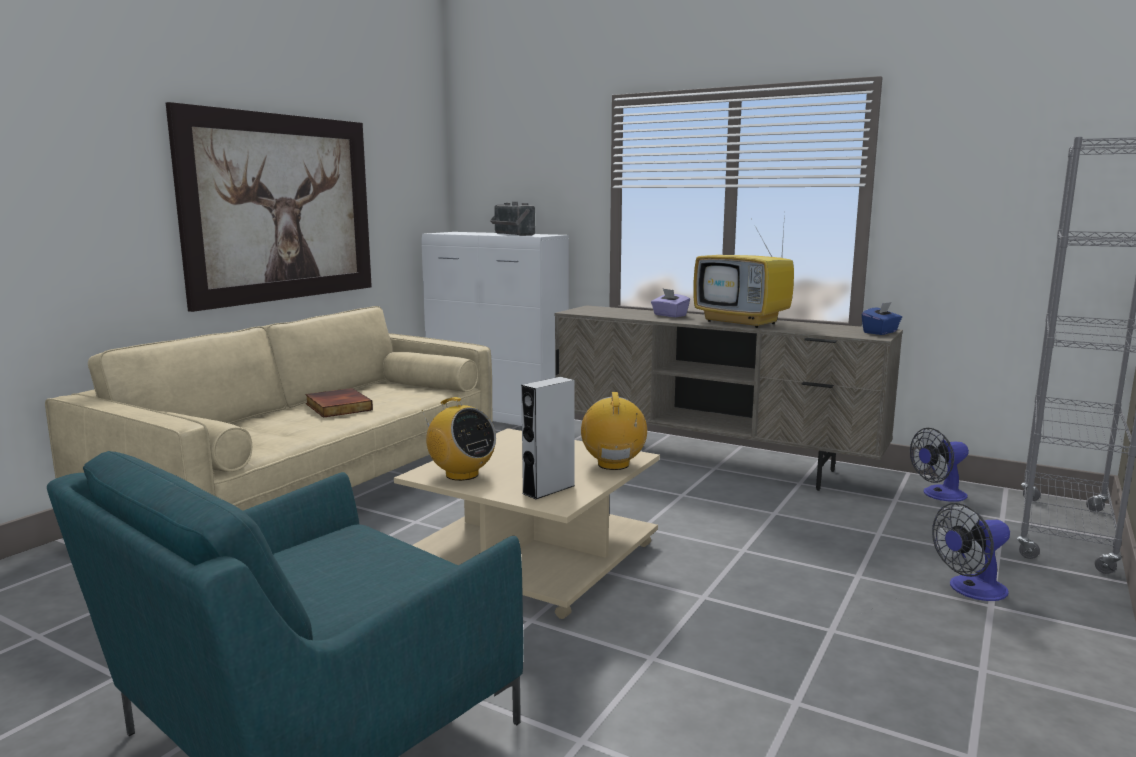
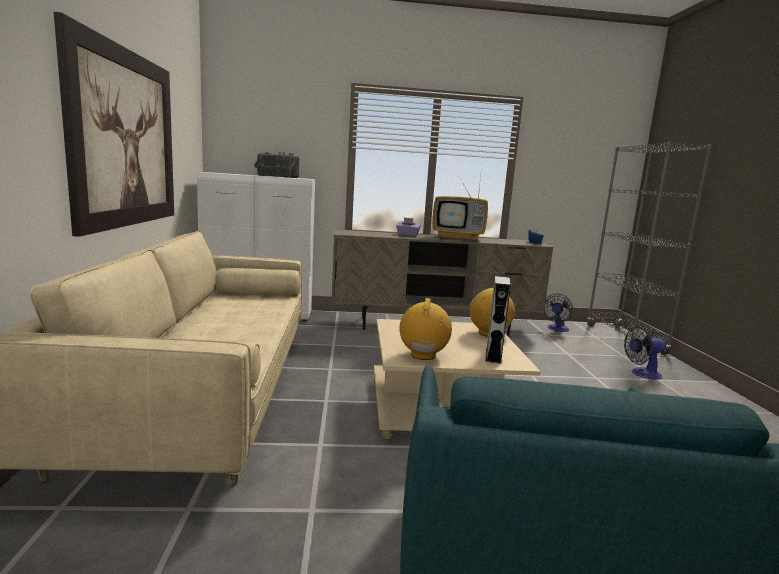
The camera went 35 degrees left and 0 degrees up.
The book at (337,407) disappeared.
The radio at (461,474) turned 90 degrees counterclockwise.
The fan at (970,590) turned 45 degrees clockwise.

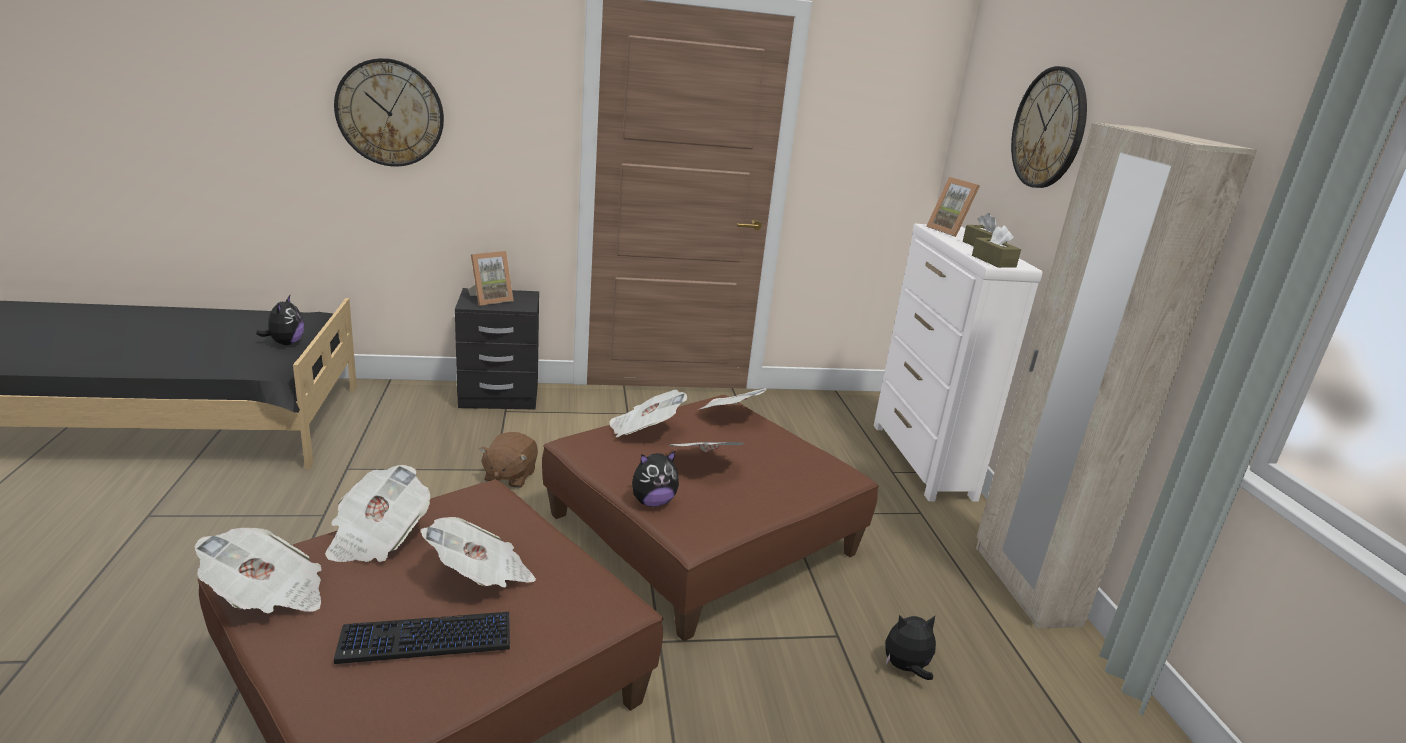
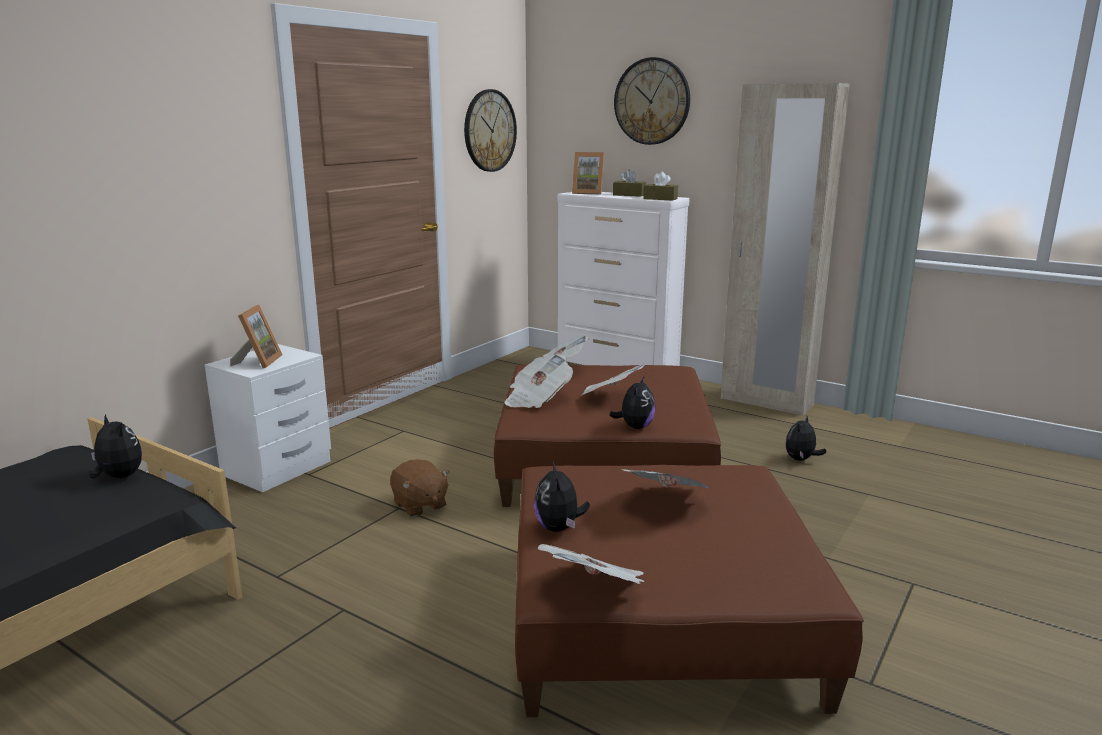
The camera went 45 degrees left and 5 degrees down.
The keyboard at (426,639) disappeared.
The wall clock moved from (390,113) to (489,131).
The newspaper at (377,537) was replaced by the plush toy at (559,528).
The nightstand/black at (499,396) became the nightstand/white at (277,468).

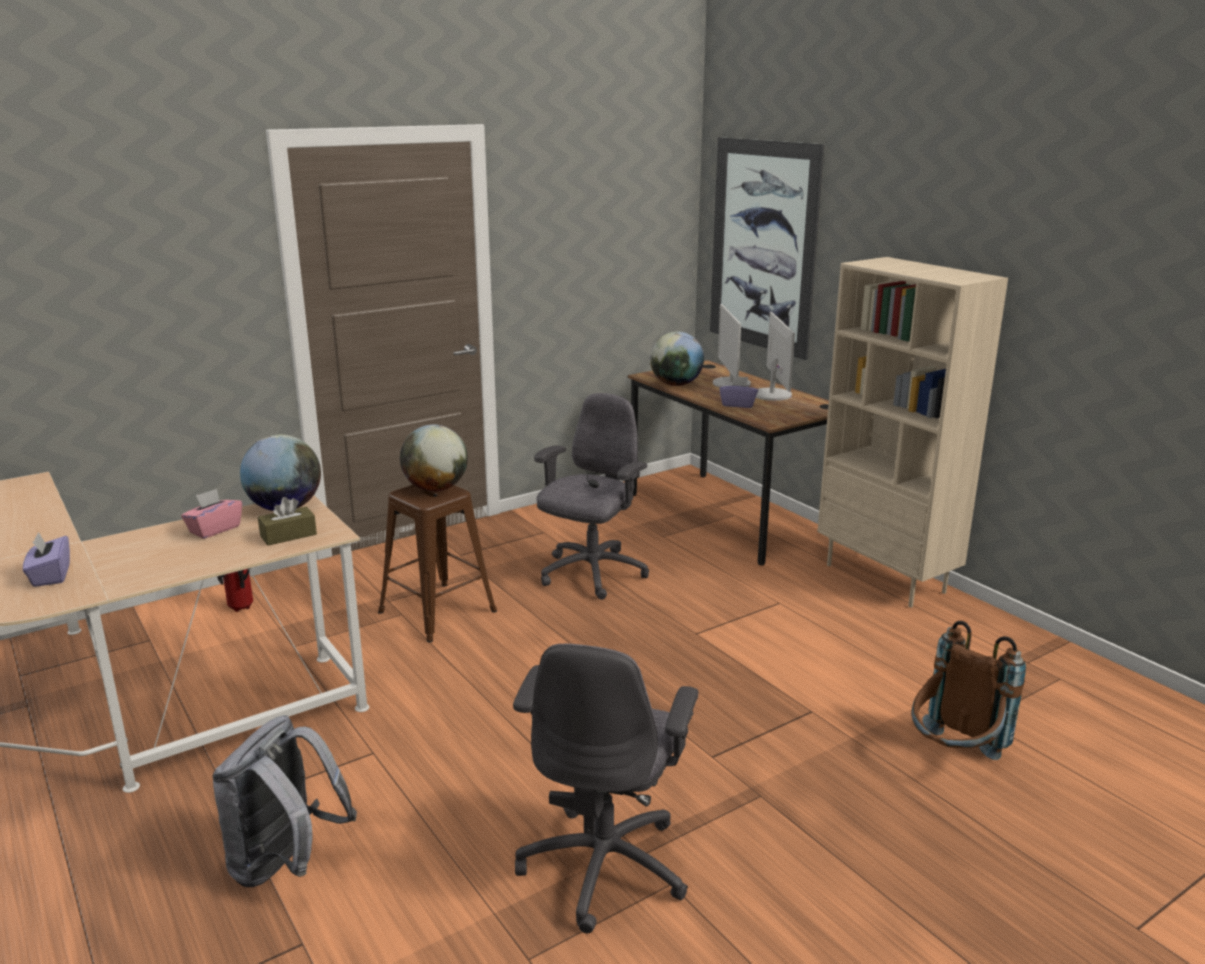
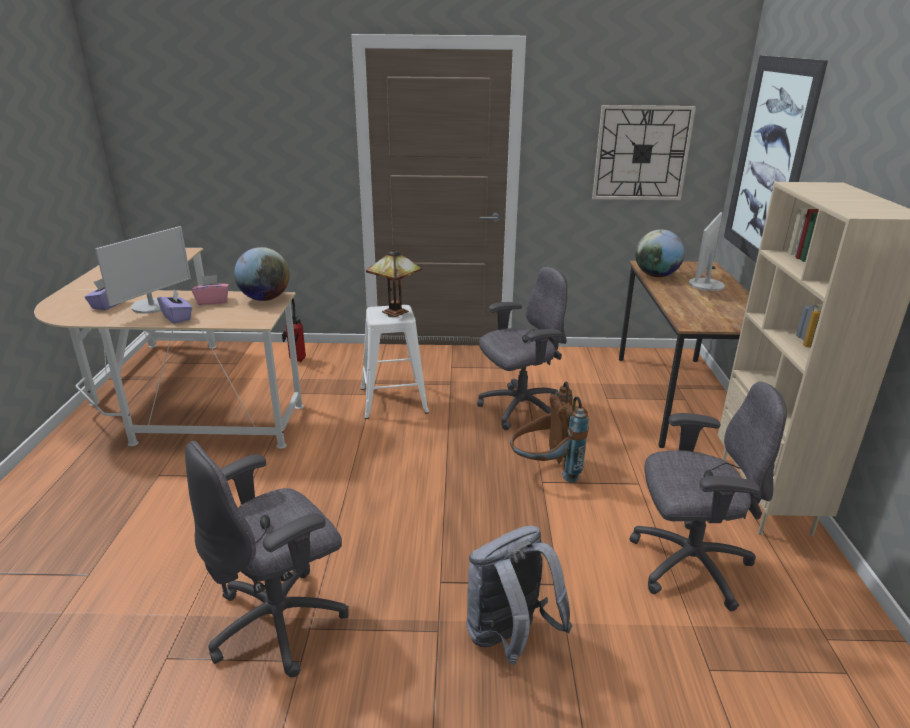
The camera went 35 degrees right and 5 degrees up.
The tissue box/brown at (288,535) disappeared.
The wall clock at (641,153) appeared.
The office chair/grey at (688,564) appeared.
The backpack/grey moved from (286,865) to (509,638).
The tissue box/purple moved from (738,404) to (177,317).
The monitor moved from (772,395) to (152,306).
The backpack/brown moved from (953,758) to (544,471).
The globe at (436,488) was replaced by the table lamp at (397,312).
The stool/brown at (439,611) became the stool/white at (394,400).

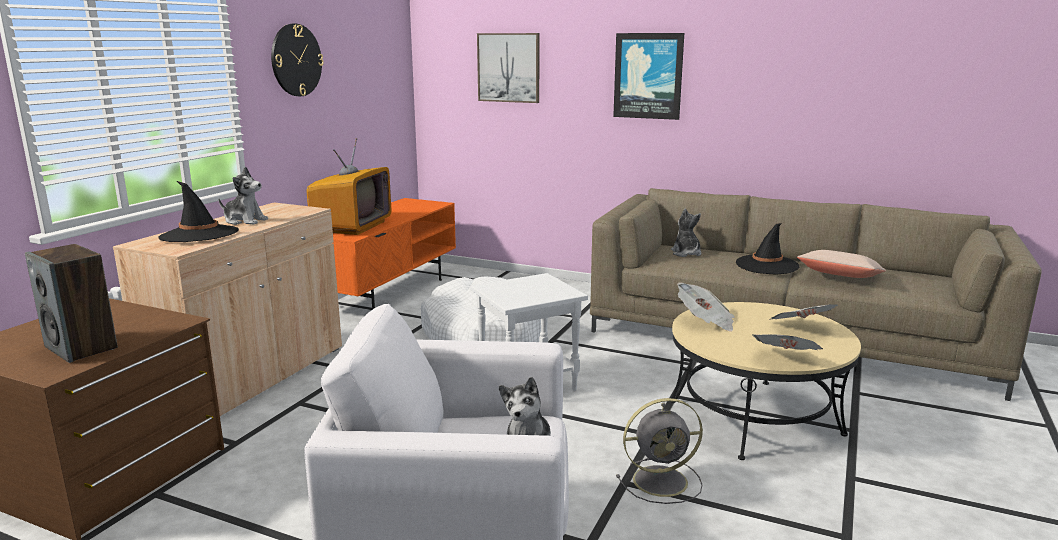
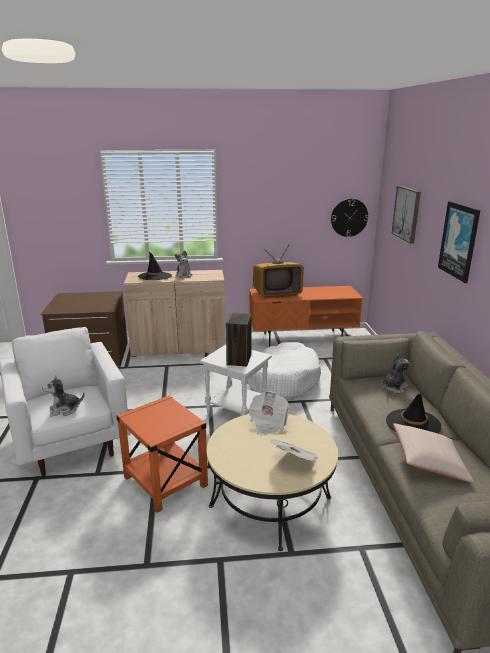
The camera went 60 degrees right and 5 degrees up.
The newspaper at (785,360) disappeared.
The speaker moved from (82,348) to (239,360).
The wall clock moved from (296,60) to (349,217).
The fan/grey at (662,481) was replaced by the side table/orange at (165,482).

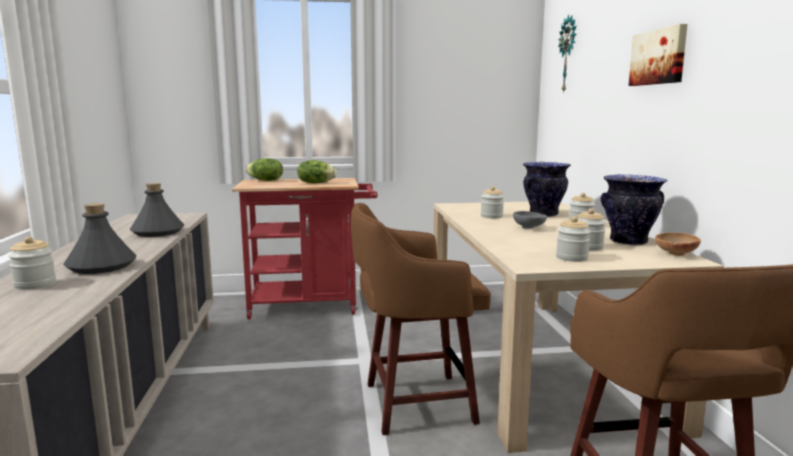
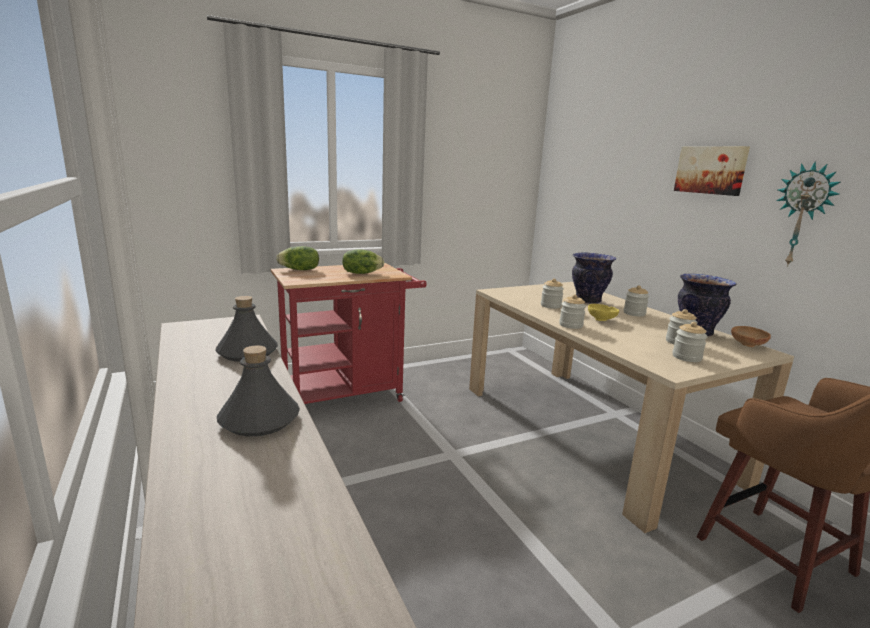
The camera went 20 degrees left and 5 degrees up.
The stool/brown at (414,403) disappeared.
The jar moved from (35,284) to (571,325).
The wall clock moved from (569,54) to (803,215).
The bowl/grey at (529,228) became the bowl/yellow at (602,320).

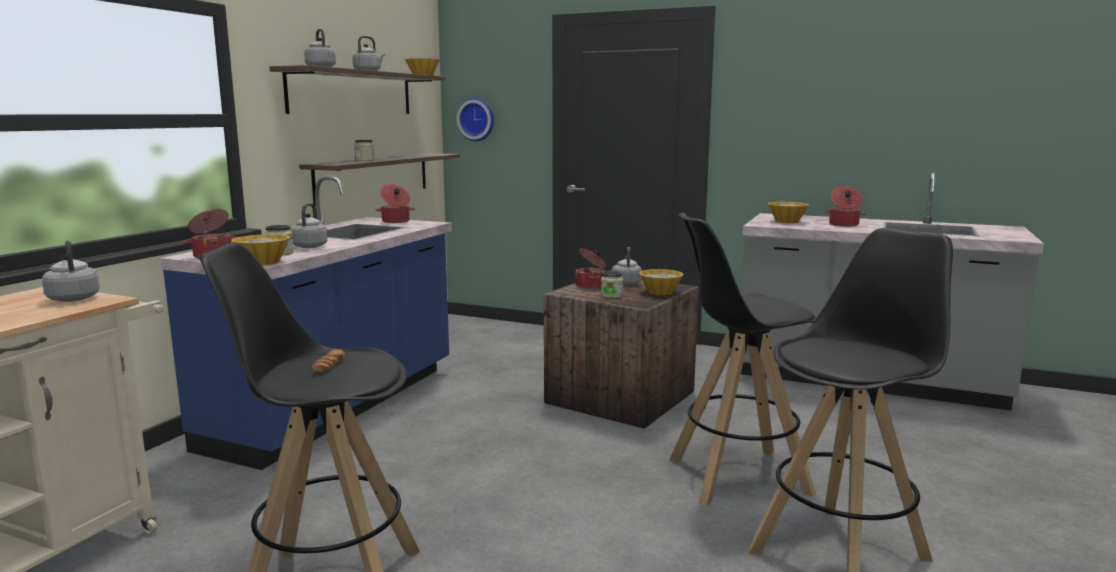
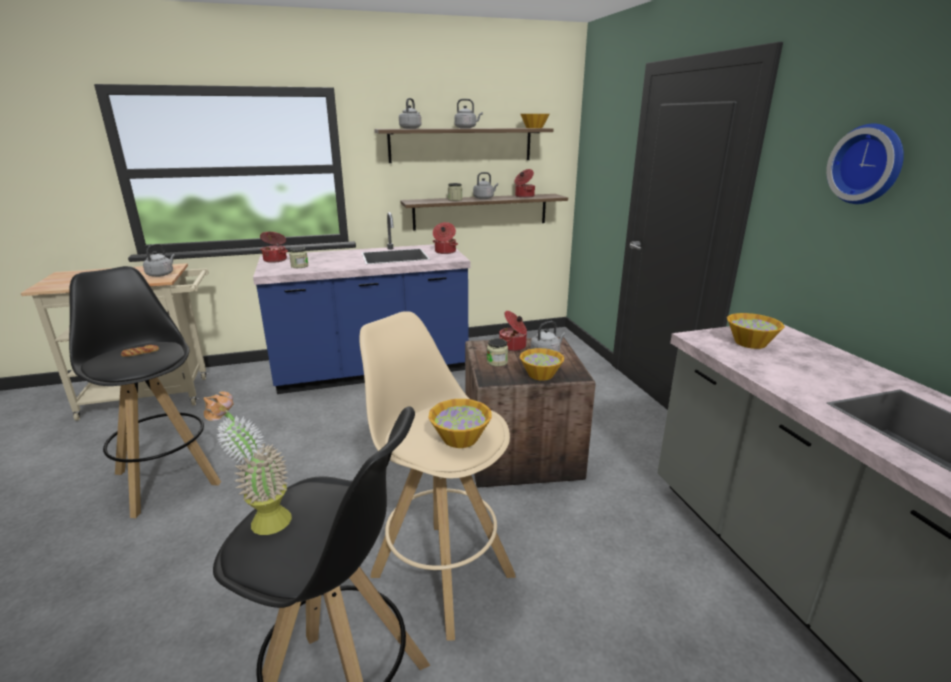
The camera went 50 degrees right and 10 degrees up.
The potted plant at (261,520) appeared.
The bowl moved from (263,262) to (460,438).
The kettle/grey moved from (311,246) to (484,198).
The wall clock moved from (477,119) to (868,164).
The cooking pot moved from (843,225) to (524,196).
The stool/black at (736,476) became the stool/beige at (441,573).

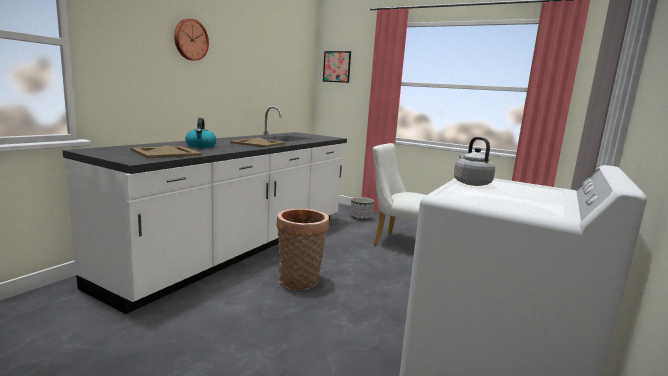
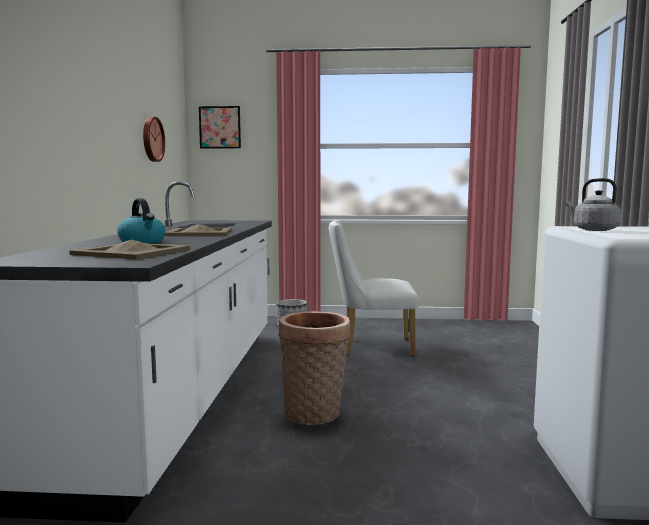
The camera went 25 degrees left and 5 degrees down.
The wall clock moved from (190,40) to (151,139).

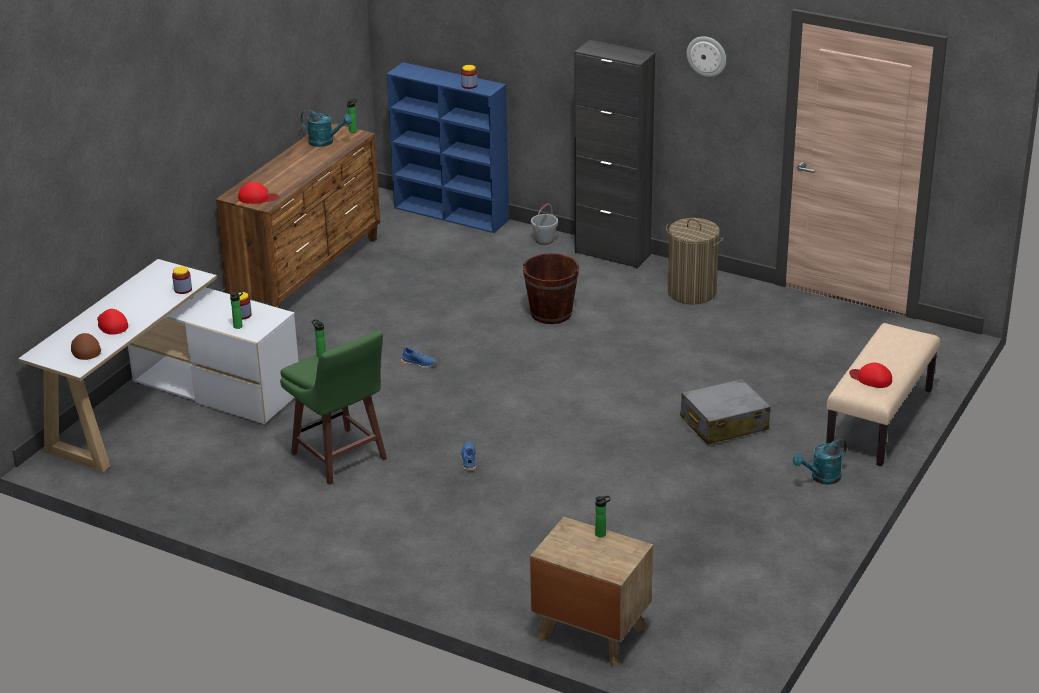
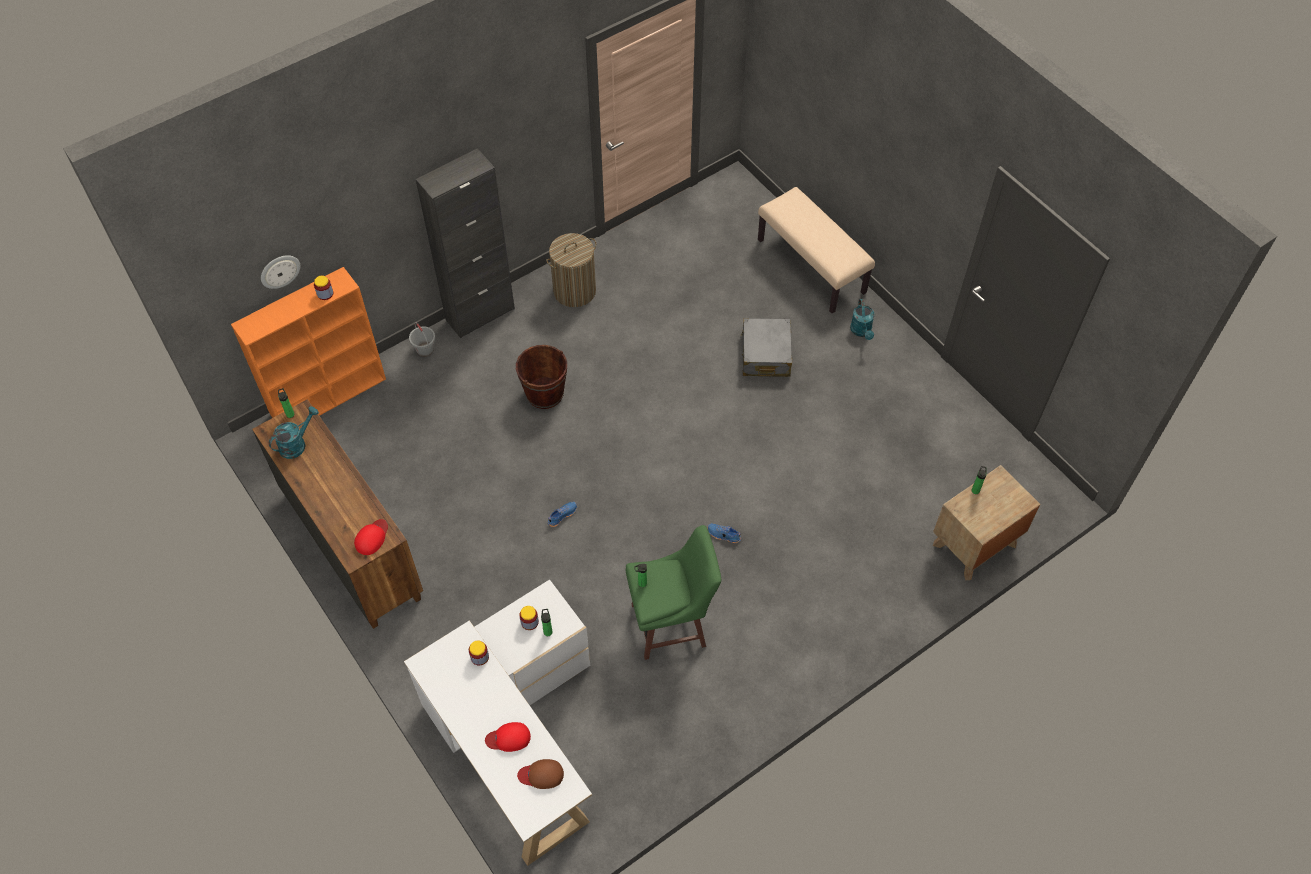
The camera went 65 degrees left and 25 degrees up.
The cap/red at (871,378) disappeared.
The wall clock moved from (707,56) to (279,271).
The bookcase/blue at (452,214) became the bookcase/orange at (329,395).

